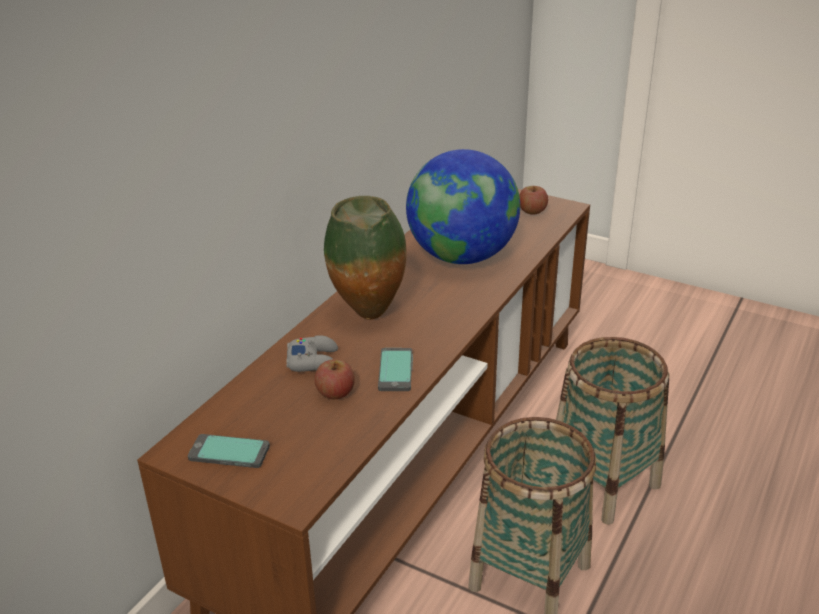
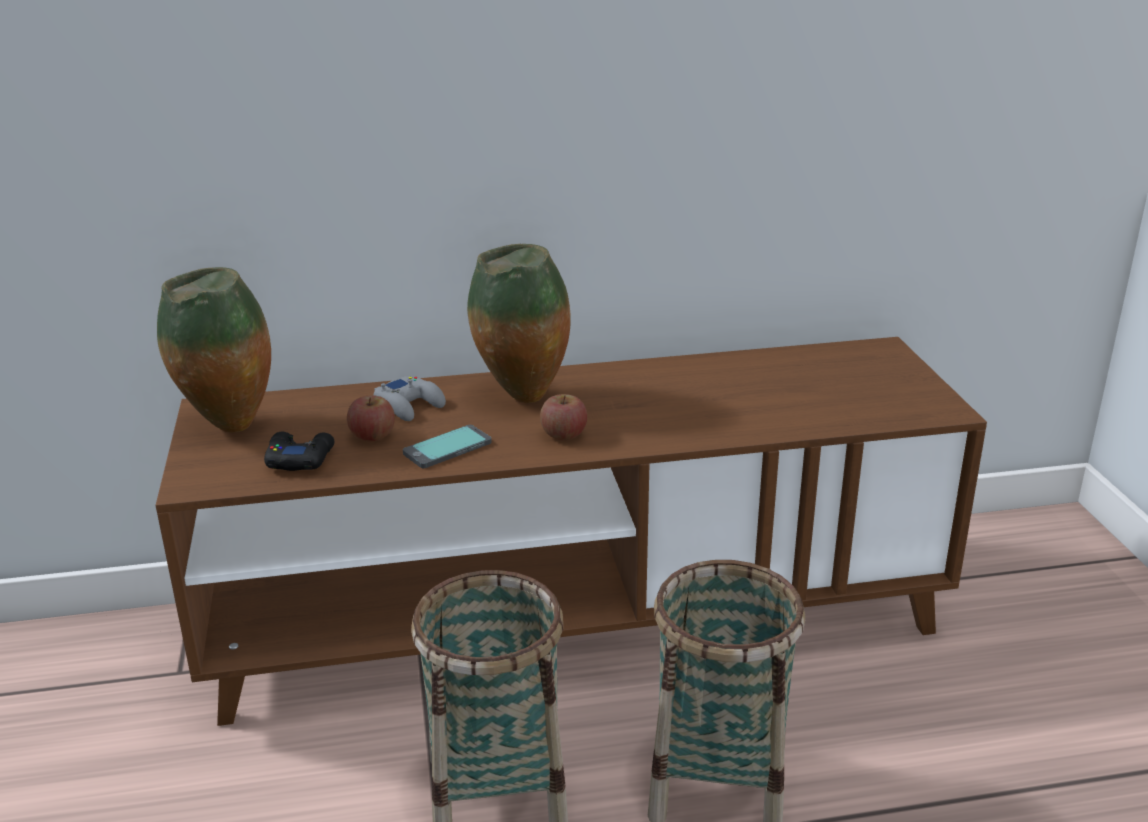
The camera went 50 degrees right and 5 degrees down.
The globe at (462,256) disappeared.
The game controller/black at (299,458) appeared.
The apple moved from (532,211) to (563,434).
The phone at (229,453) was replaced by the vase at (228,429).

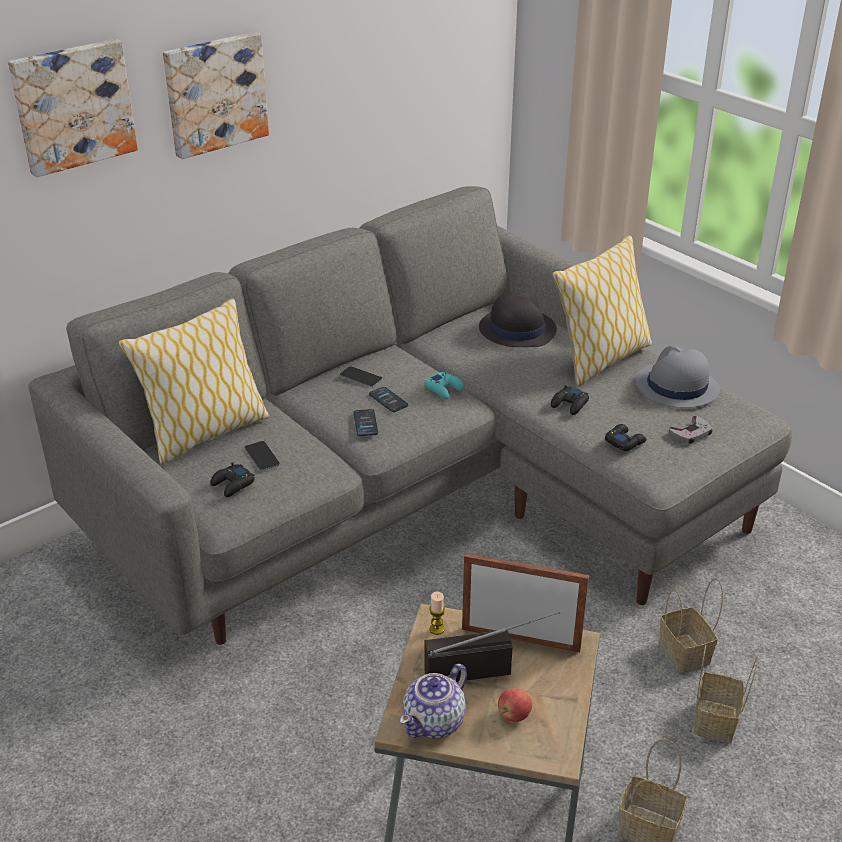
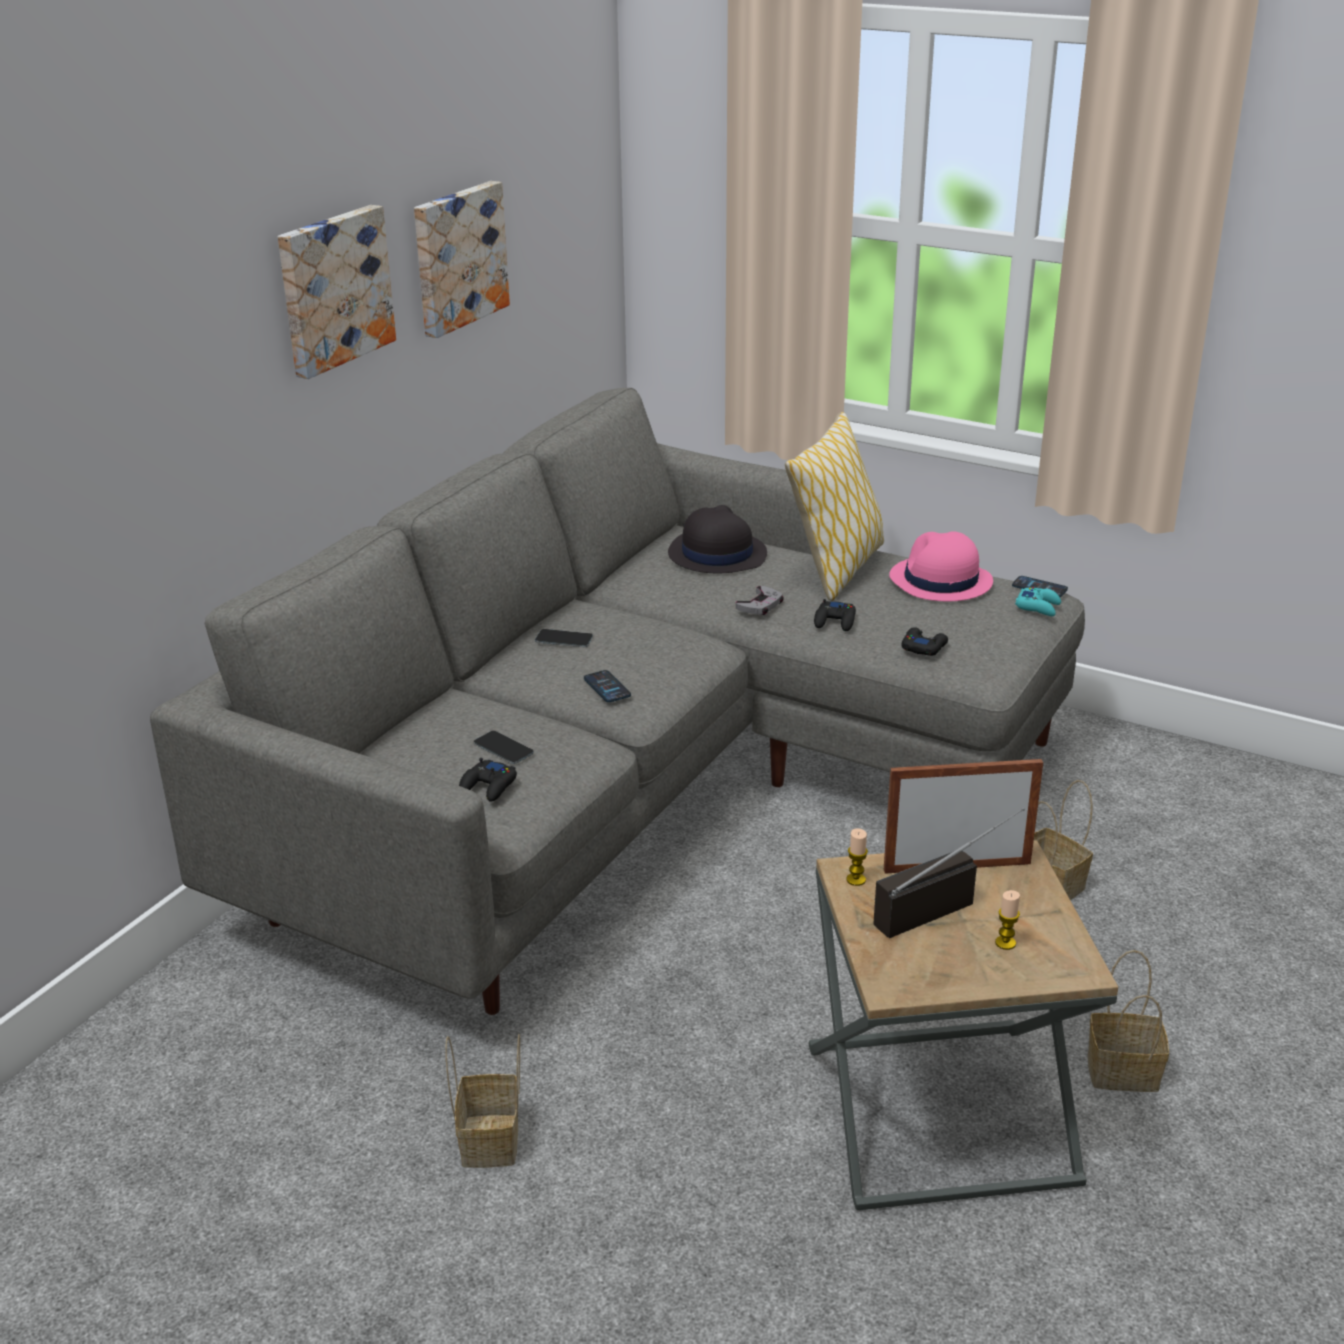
The camera went 20 degrees left and 5 degrees down.
The pillow at (205,433) disappeared.
The teapot at (435,722) disappeared.
The picture moved from (72,106) to (457,257).
The phone moved from (388,400) to (1039,588).
The game controller/turquoise moved from (444,389) to (1038,607).
The game controller/grey moved from (691,433) to (760,605).
The basket moved from (716,722) to (491,1142).
The apple at (514,715) was replaced by the candle at (1005,943).
The hat/grey at (676,386) became the hat/pink at (940,581).

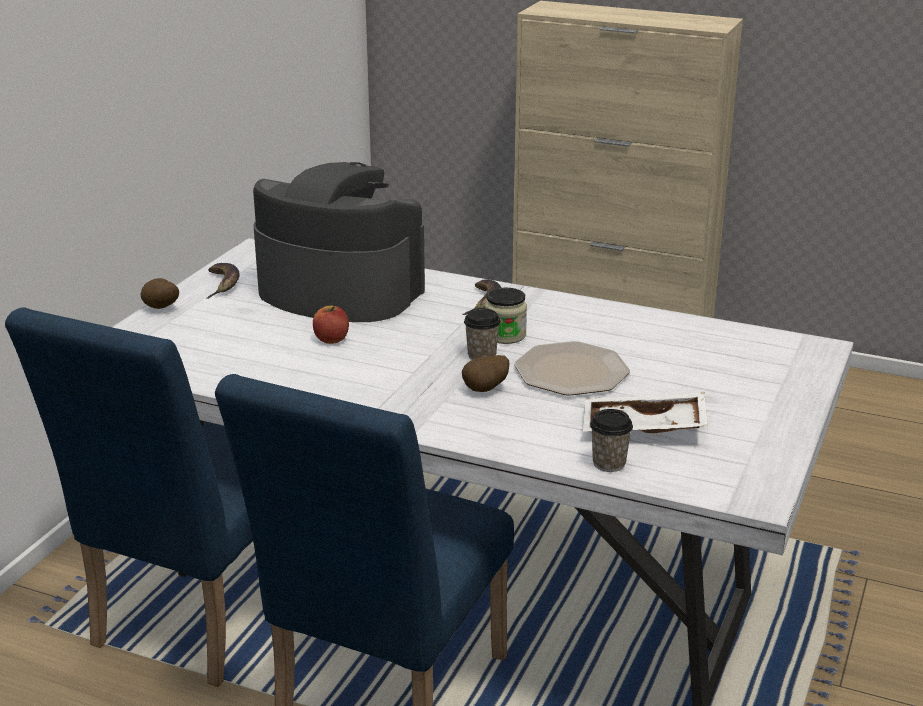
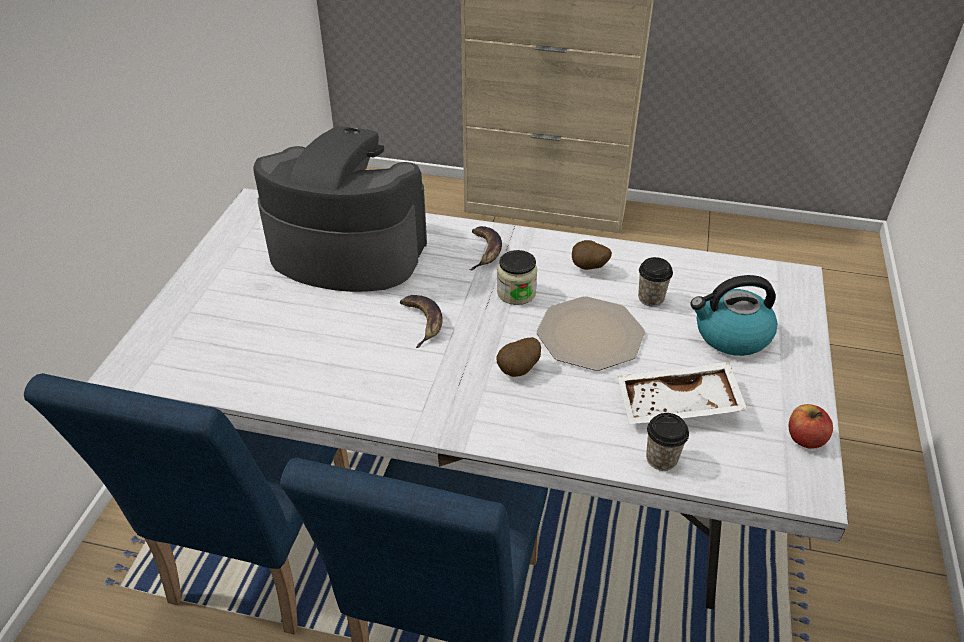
The camera went 10 degrees left and 15 degrees up.
The kettle at (731,335) appeared.
The potato moved from (160,309) to (588,268).
The banana moved from (222,284) to (422,322).
The apple moved from (331,339) to (805,438).
The cup moved from (482,356) to (651,298).

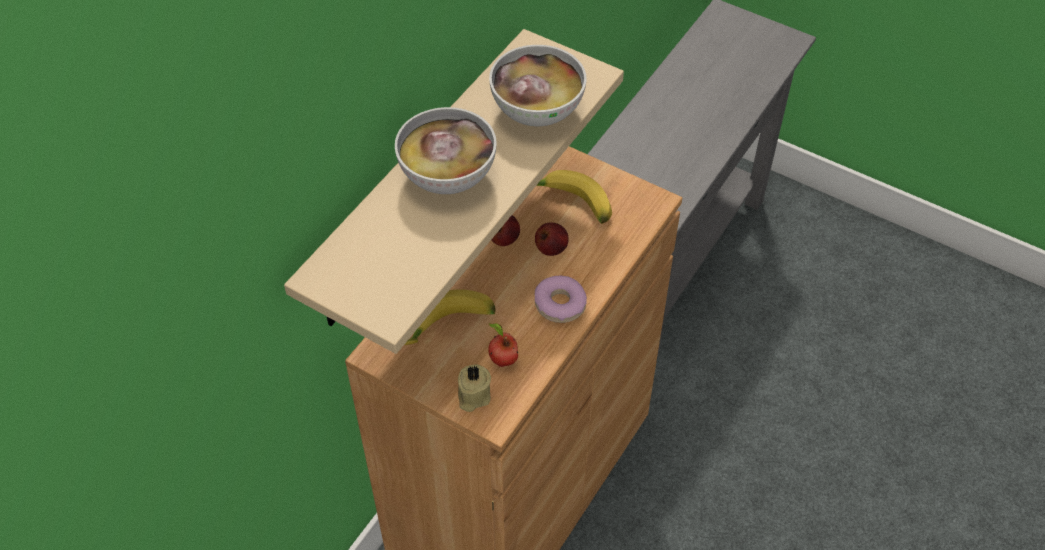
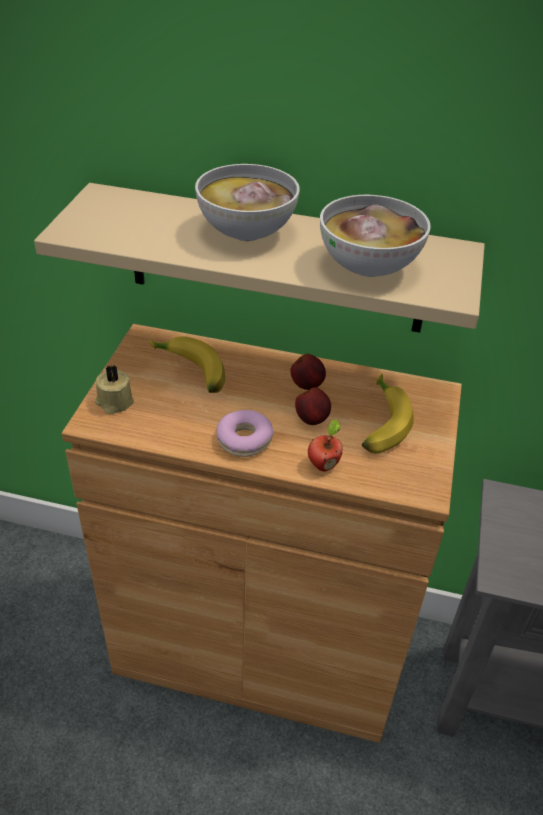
The camera went 70 degrees right and 10 degrees down.
The apple moved from (502,360) to (323,464).

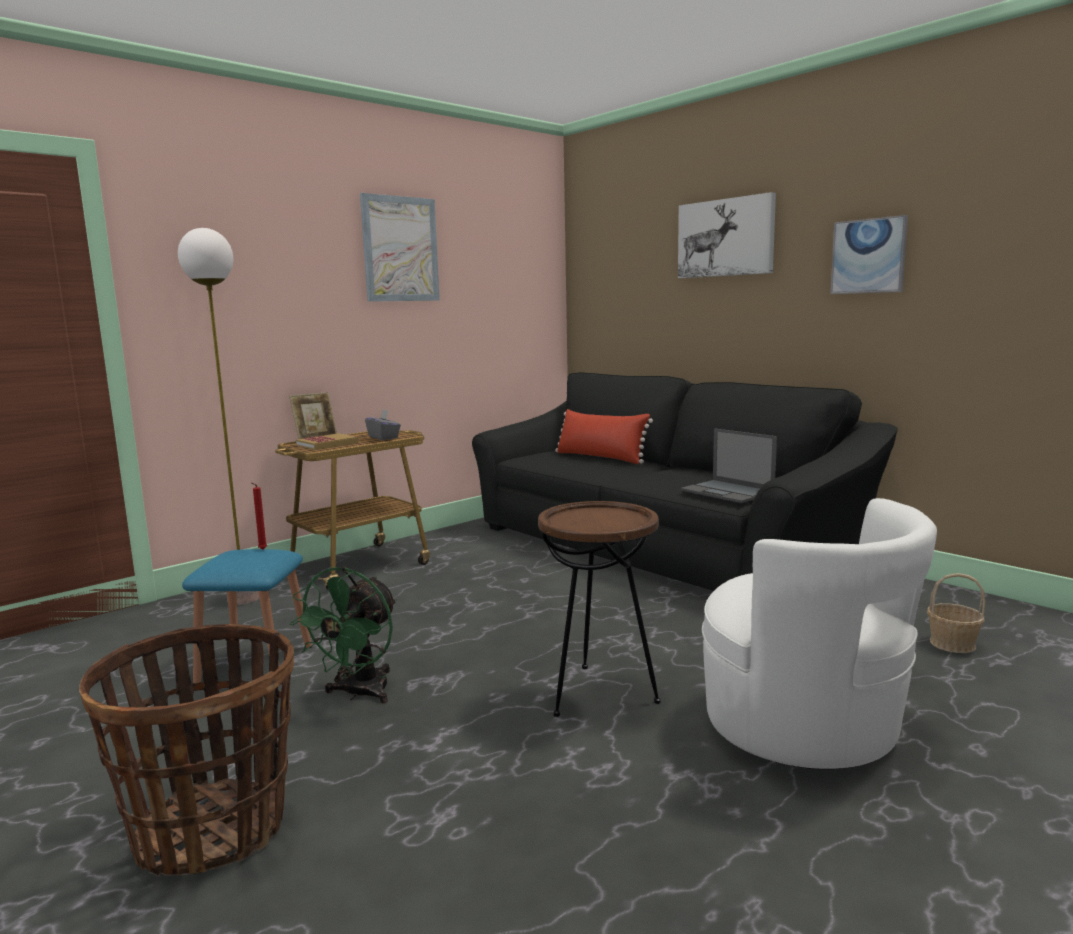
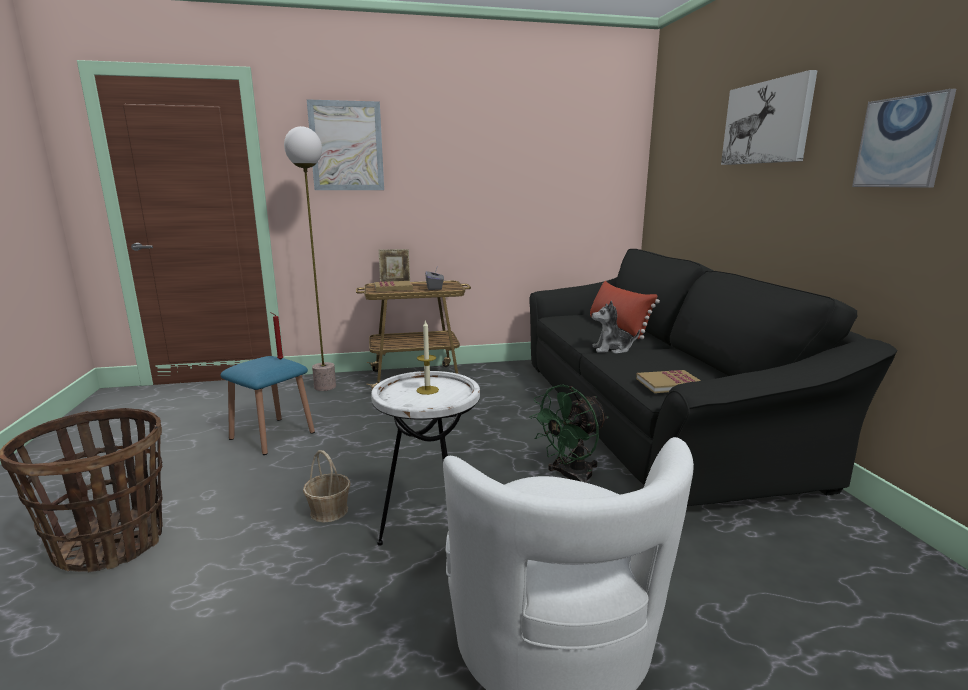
The camera went 30 degrees right and 5 degrees up.
The candle at (427,390) appeared.
The plush toy at (612,349) appeared.
The fan/green moved from (359,694) to (570,477).
The picture moved from (400,249) to (346,146).
The basket moved from (952,644) to (329,511).
The laptop at (728,492) was replaced by the book at (669,384).
The side table/brown at (599,694) became the side table/white at (430,537).

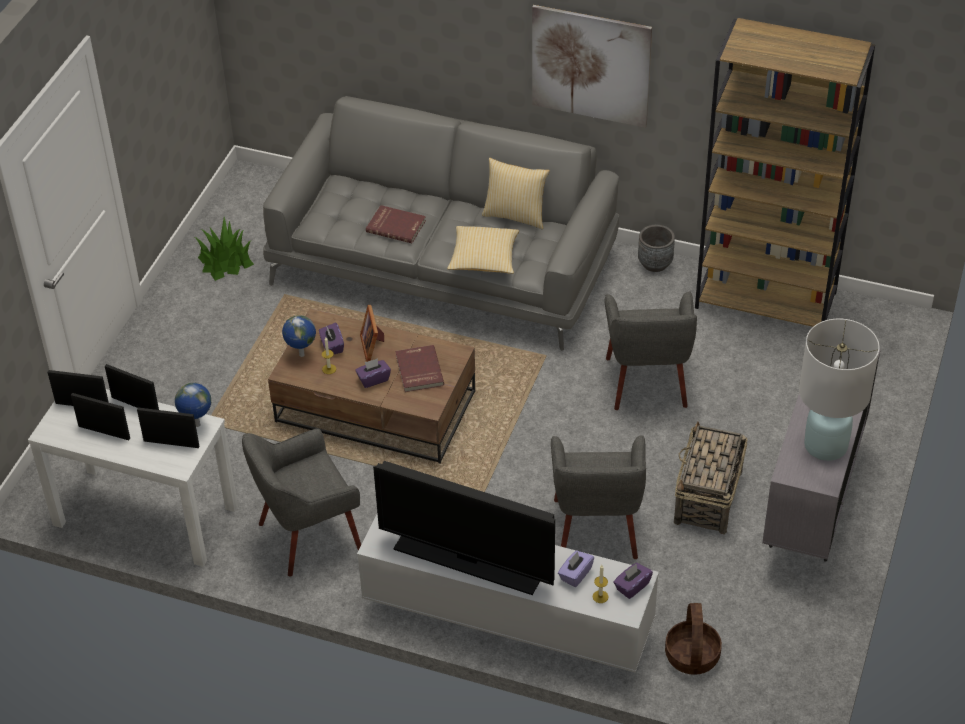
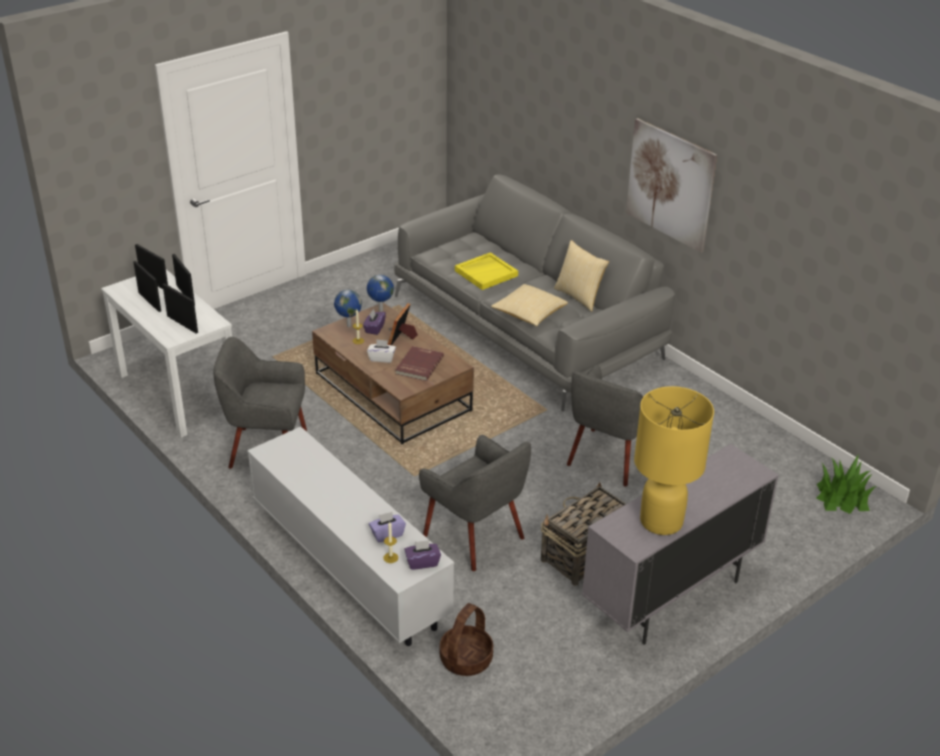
The camera went 30 degrees right and 10 degrees down.
The television at (468,562) disappeared.
The planter/grey at (655,263) disappeared.
The bookcase/brown at (766,300) disappeared.
The globe moved from (197,425) to (380,310).
The potted plant moved from (225,261) to (841,497).
The book/red at (396,225) was replaced by the tray/yellow at (486,273).
The tissue box/purple at (373,379) became the tissue box/white at (381,358).
The table lamp/white at (825,445) became the table lamp/yellow at (661,521).
The armchair/grey at (596,529) turned 75 degrees counterclockwise.

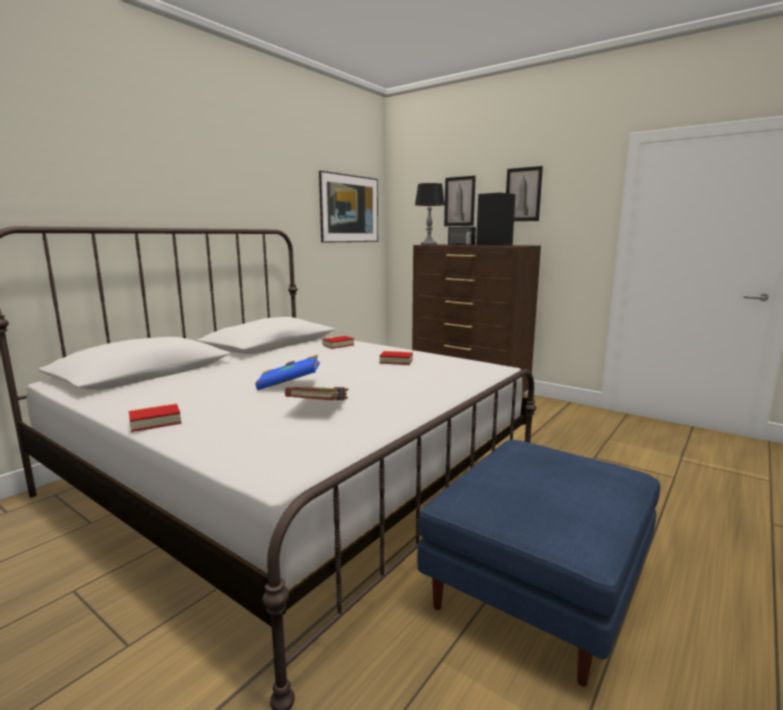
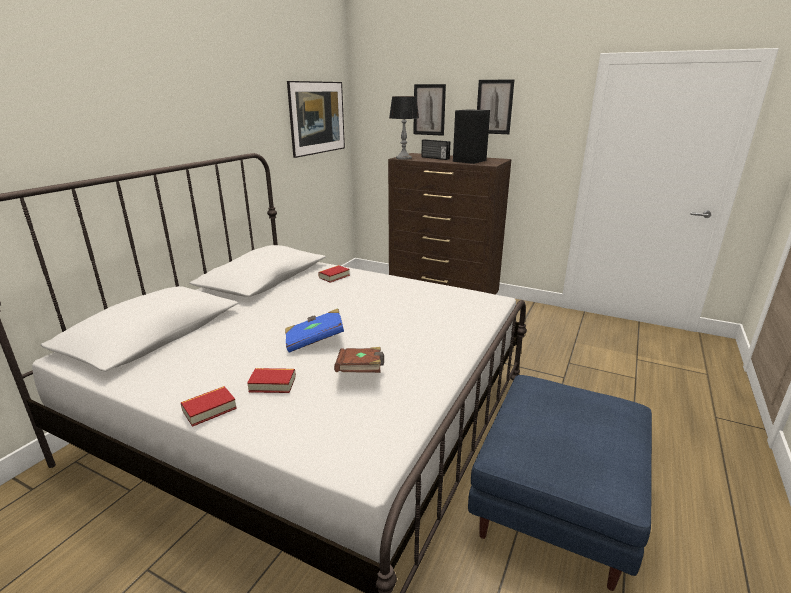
The camera went 10 degrees left and 10 degrees up.
The book moved from (396,361) to (272,384).

